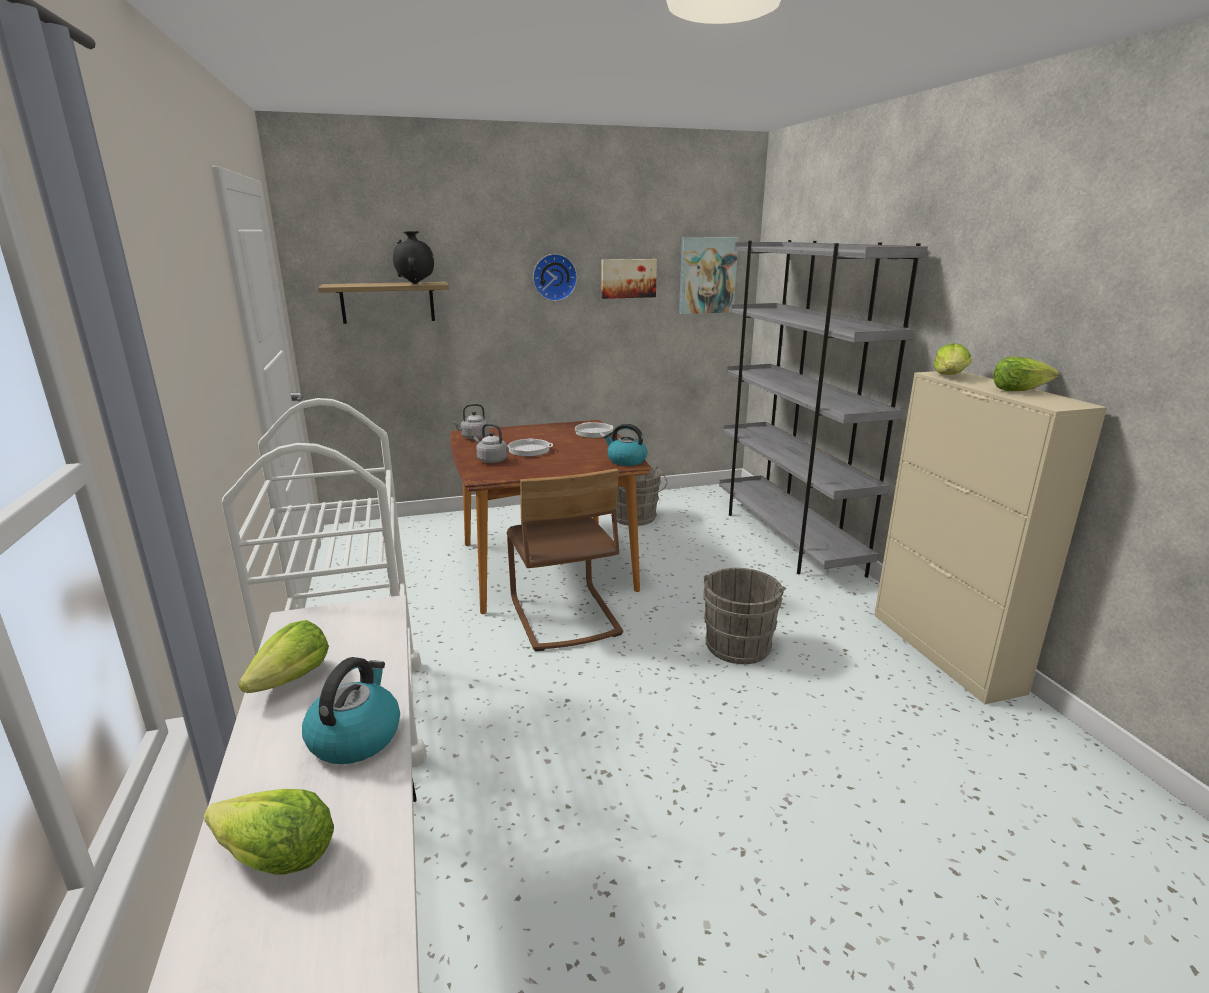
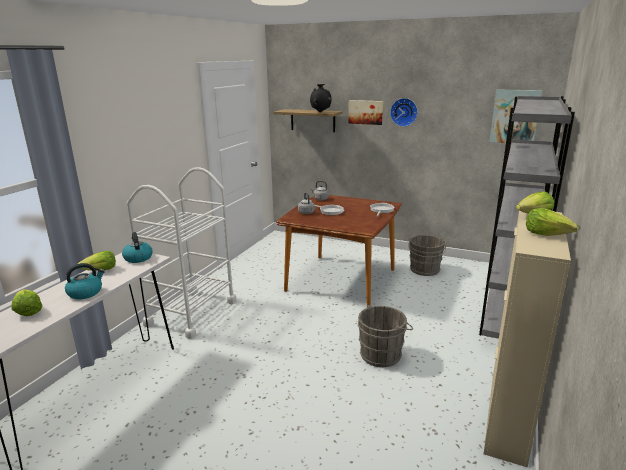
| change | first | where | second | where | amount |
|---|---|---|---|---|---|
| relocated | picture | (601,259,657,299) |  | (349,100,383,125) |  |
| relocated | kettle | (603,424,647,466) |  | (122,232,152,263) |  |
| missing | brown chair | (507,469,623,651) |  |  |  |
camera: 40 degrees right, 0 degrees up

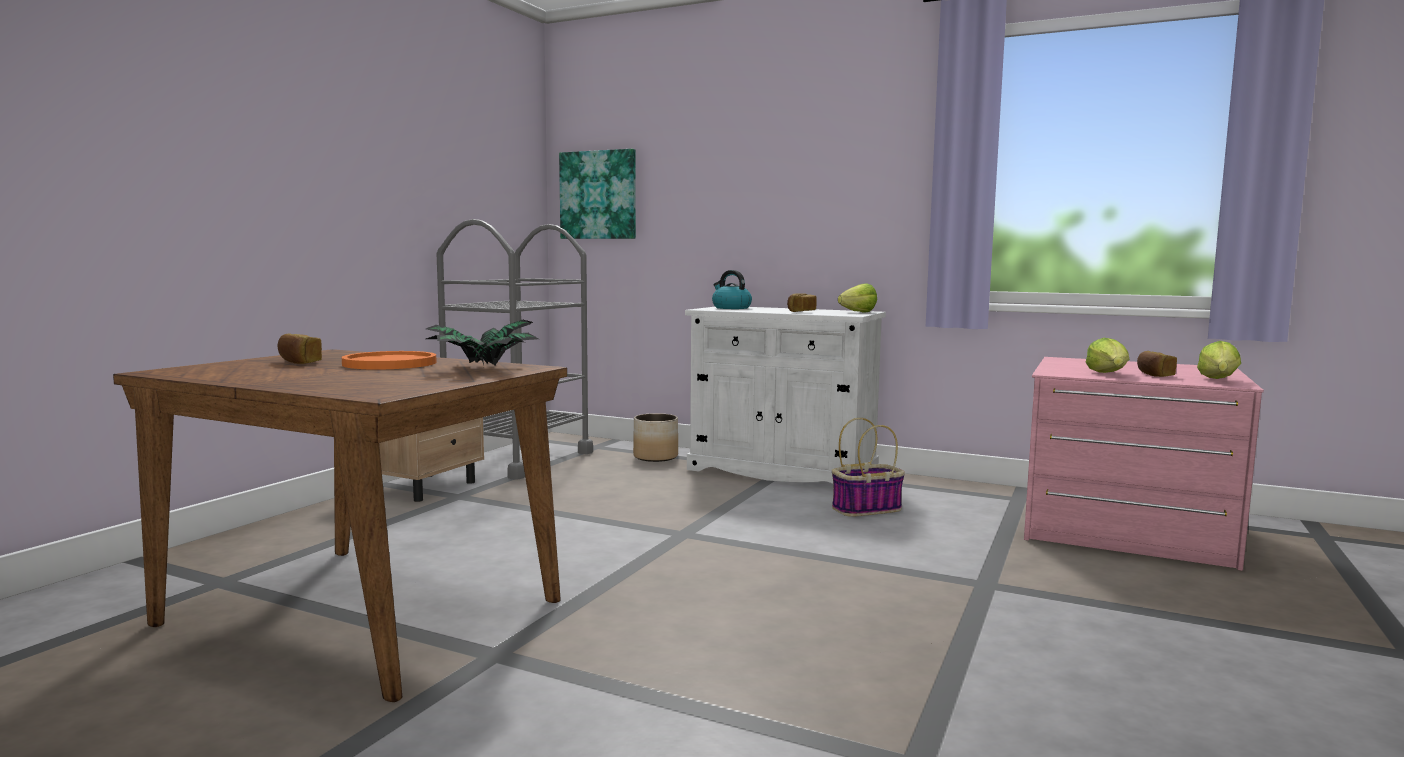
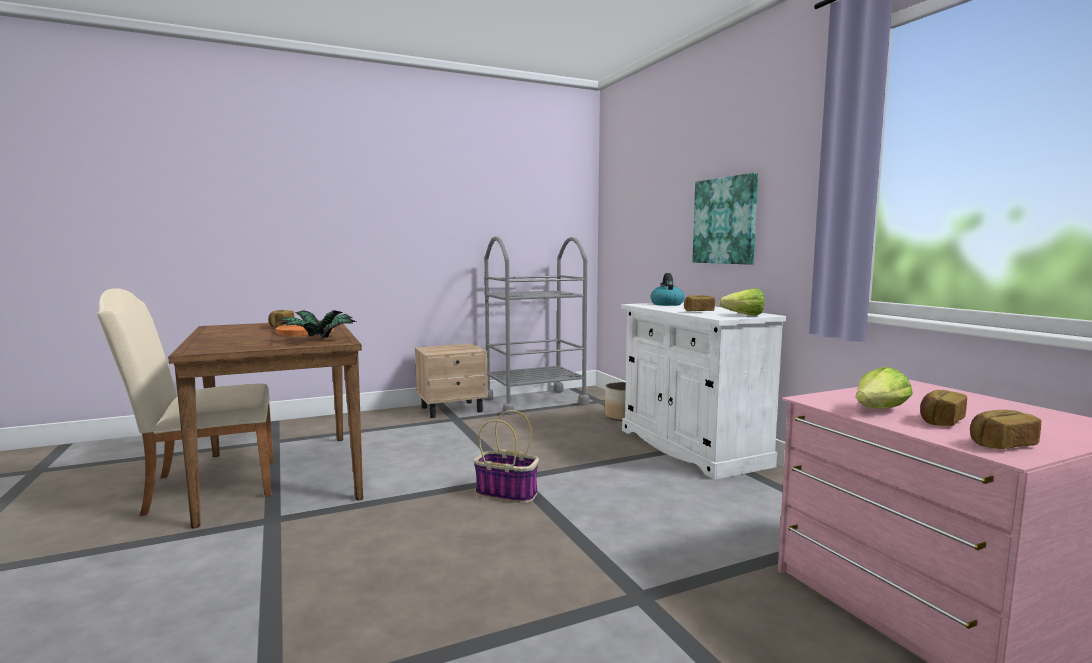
| change | first | where | second | where | amount |
|---|---|---|---|---|---|
| relocated | picture | (559,149,636,239) |  | (692,173,758,265) |  |
| exchanged | lettuce | (1197,341,1241,379) | bread | (970,410,1041,449) |  |
| relocated | basket | (832,418,905,517) |  | (474,410,539,503) |  |
| appeared |  |  | beige chair | (97,288,274,516) |  |
camera: 40 degrees right, 0 degrees up

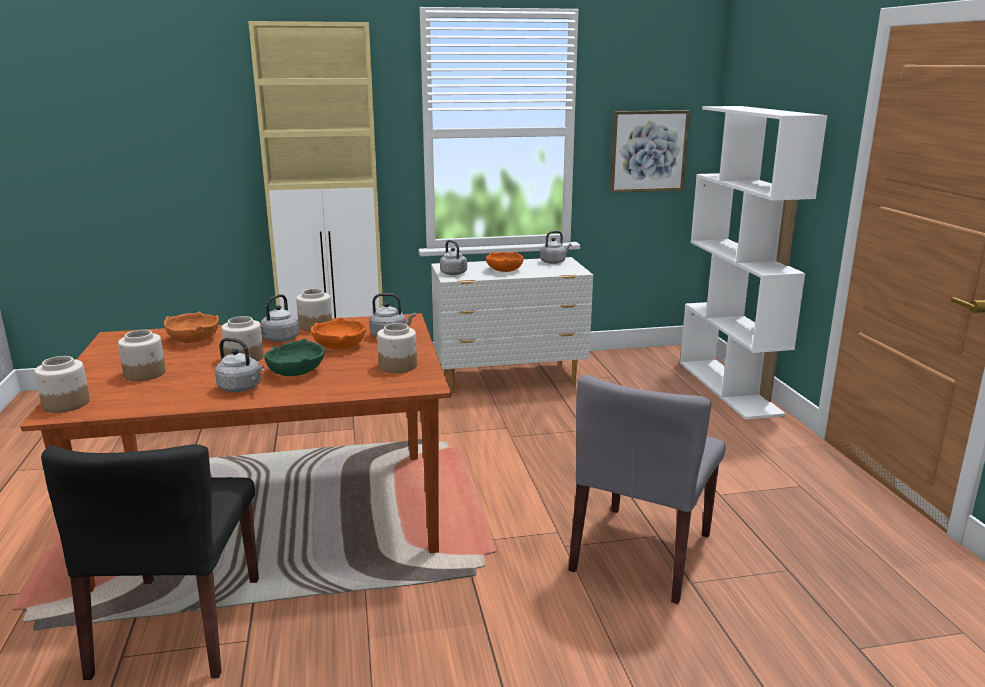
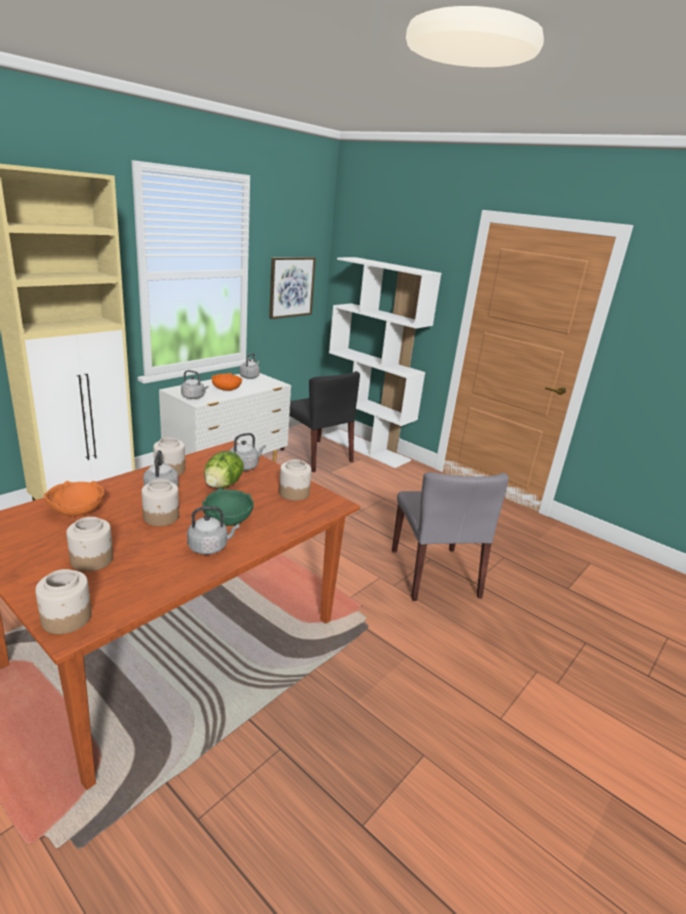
| change | first | where | second | where | amount |
|---|---|---|---|---|---|
| exchanged | orange bowl | (311,317,366,350) | lettuce | (204,451,244,488) |  |
| relocated | black chair | (41,444,259,680) |  | (280,371,360,472) |  |
camera: 40 degrees left, 5 degrees up

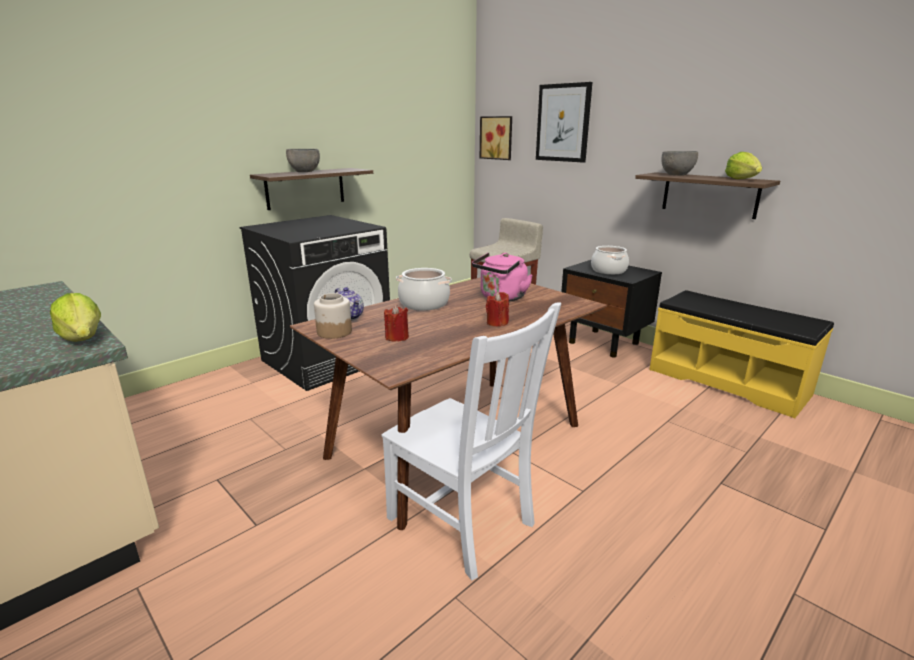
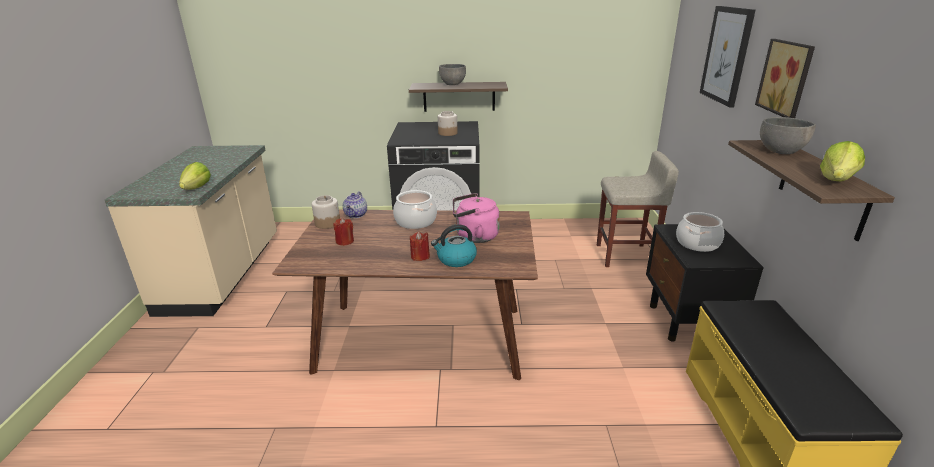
| change | first | where | second | where | amount |
|---|---|---|---|---|---|
| relocated | picture | (480,116,512,160) |  | (755,39,815,118) |  |
| missing | white chair | (382,302,561,580) |  |  |  |
| appeared |  |  | jar | (438,111,457,136) |  |
| appeared |  |  | kettle | (431,224,477,267) |  |
camera: 45 degrees right, 5 degrees up

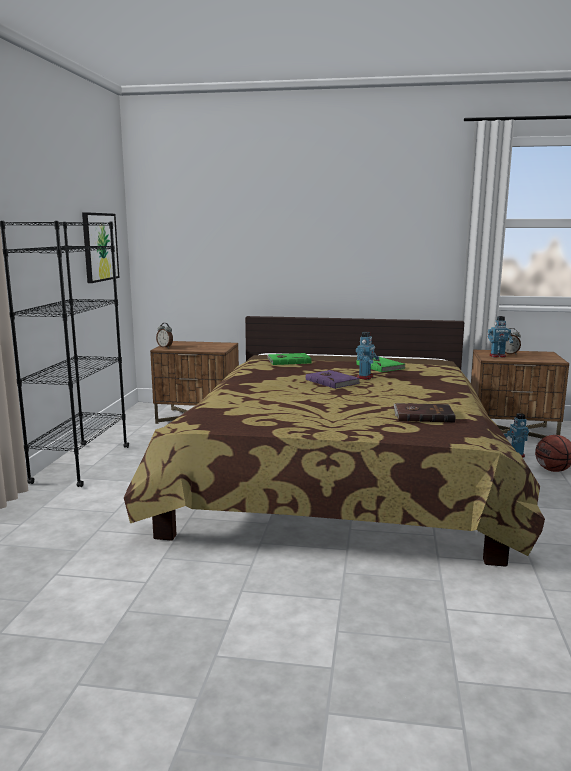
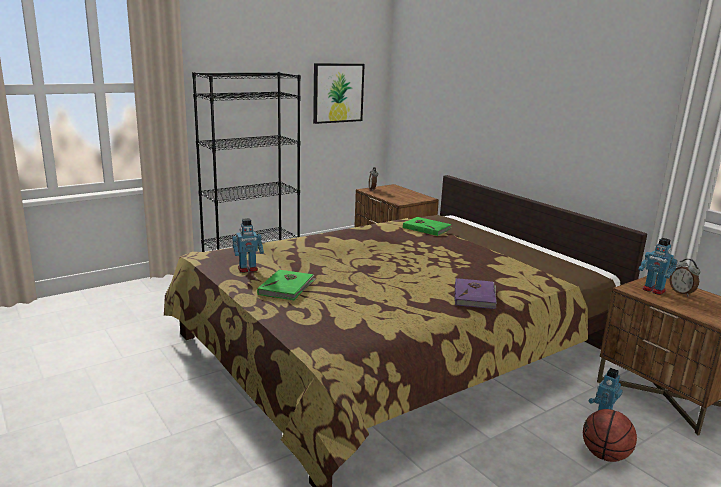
| change | first | where | second | where | amount |
|---|---|---|---|---|---|
| relocated | toy robot | (356,332,379,380) |  | (232,218,264,273) |  |
| relocated | green book | (356,357,406,372) |  | (257,269,316,300) |  |
| relocated | purple book | (306,370,360,389) |  | (455,278,497,309) |  |
| missing | brown book | (394,403,455,423) |  |  |  |
camera: 45 degrees right, 5 degrees up

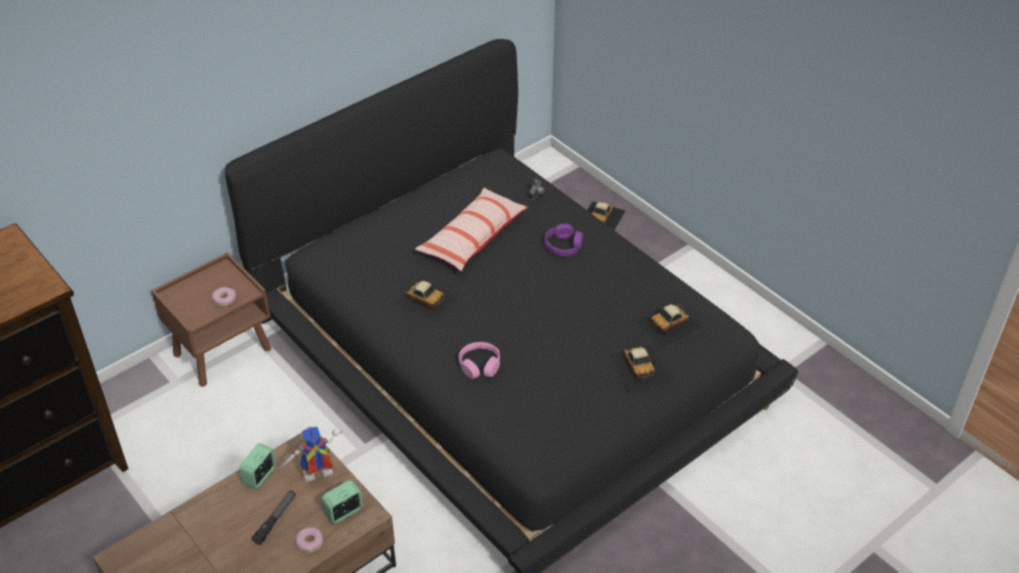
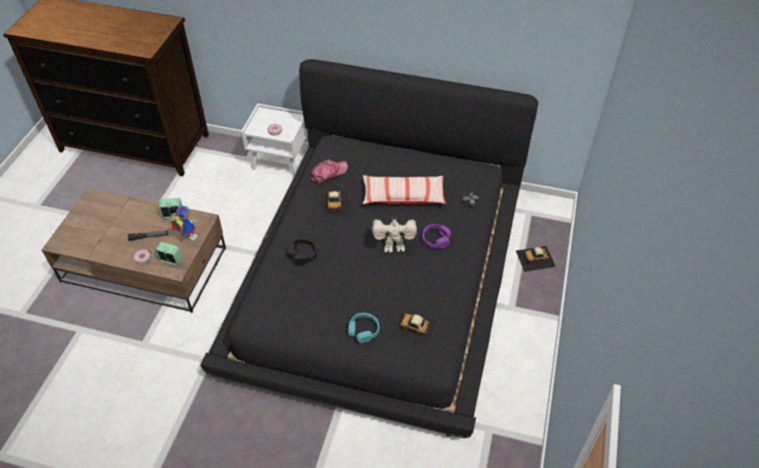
| change | first | where | second | where | amount |
|---|---|---|---|---|---|
| colour | brown nightstand | (151,252,271,387) | white nightstand | (241,103,308,176) |  |
| colour | pink headphones | (459,342,500,379) | black headphones | (287,238,317,265) |  |
| exchanged | toy car | (609,344,671,392) | turquoise headphones | (348,313,379,343) |  |
| appeared |  |  | cap | (310,159,348,183) |  |
| appeared |  |  | toy robot | (372,217,417,253) |  |
camera: 55 degrees right, 5 degrees up

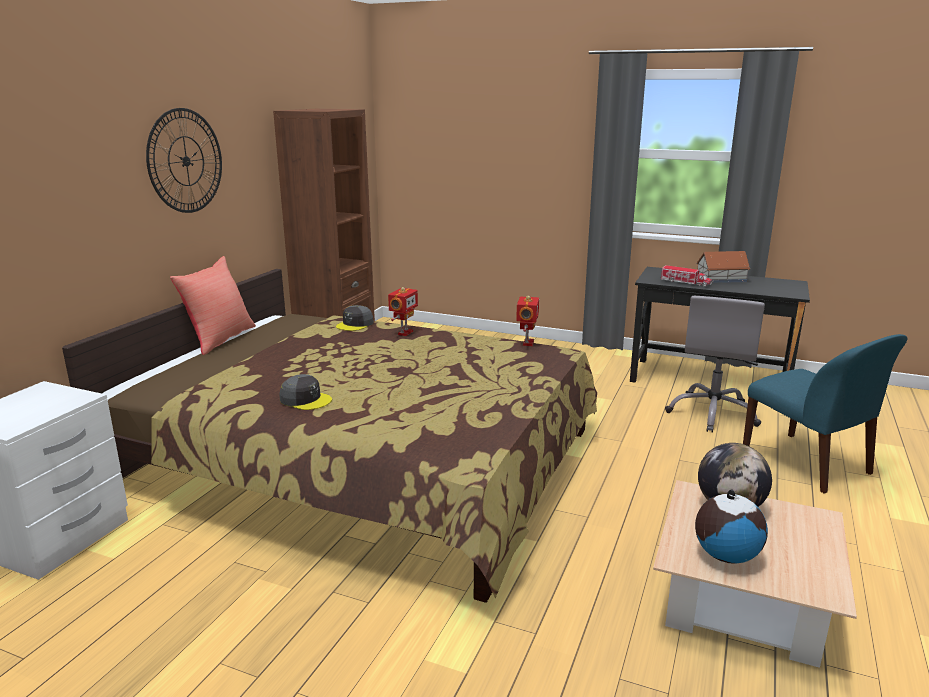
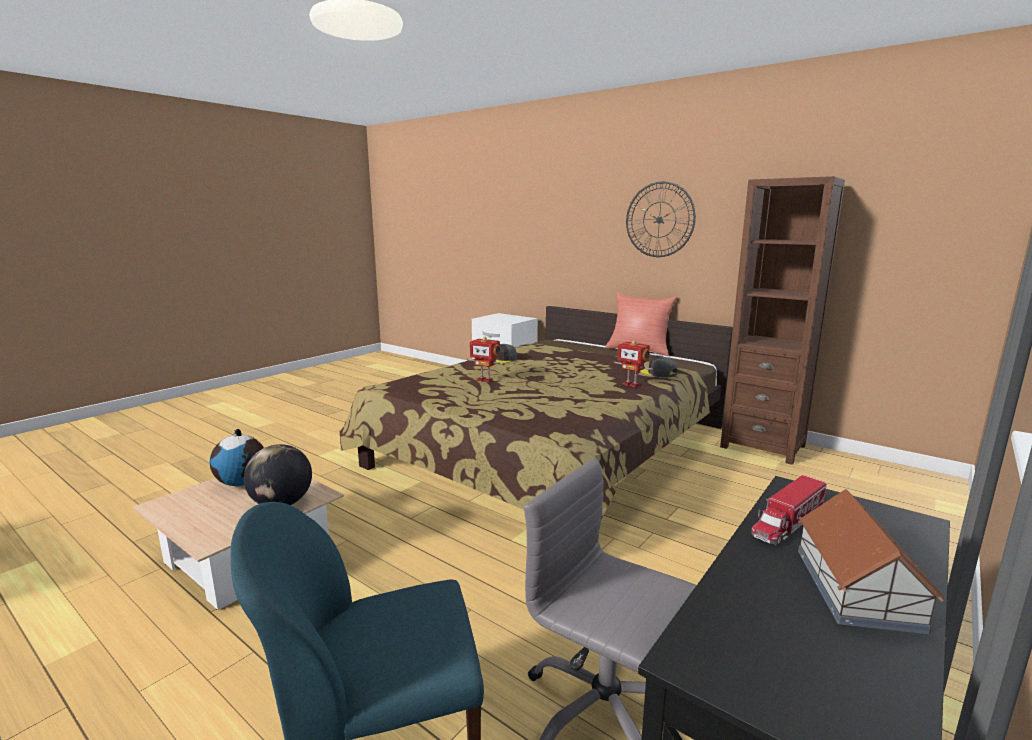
| change | first | where | second | where | amount |
|---|---|---|---|---|---|
| relocated | toy robot | (516,296,539,346) |  | (467,337,504,382) |  |
camera: 105 degrees right, 5 degrees down

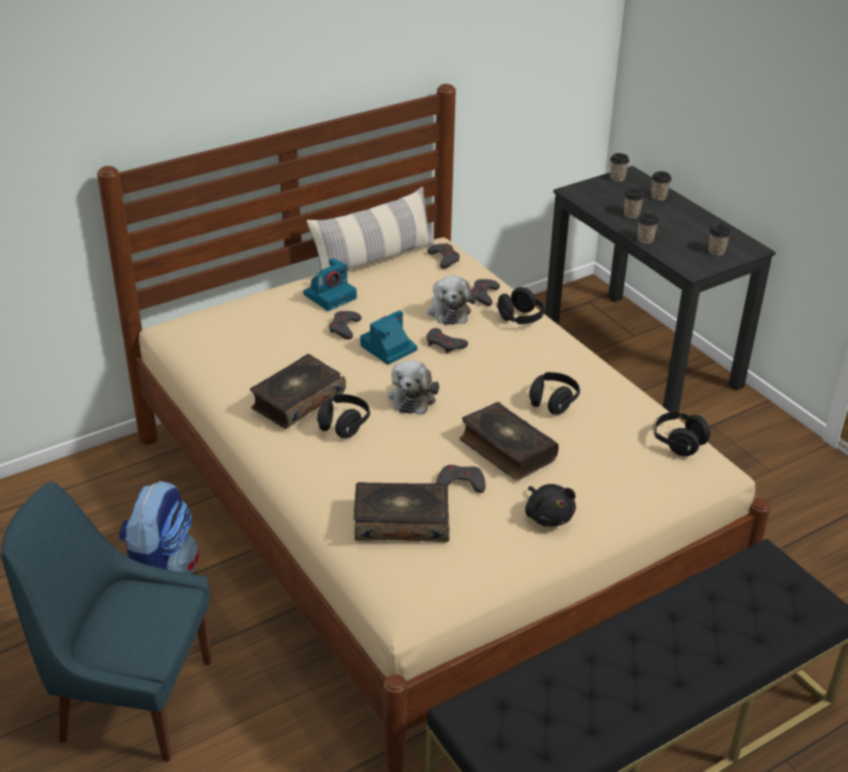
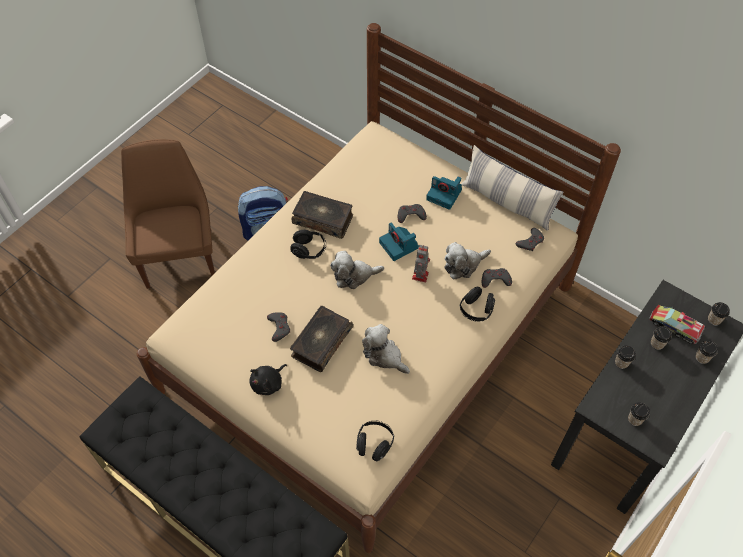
| change | first | where | second | where | amount |
|---|---|---|---|---|---|
| spun | photo camera | (360,310,417,365) |  | (379,223,419,261) | 150 degrees counterclockwise |
| exchanged | grey game controller | (426,328,468,354) | toy robot | (412,245,430,282) |  |
| exchanged | black headphones | (529,372,580,415) | plush toy | (362,324,410,374) |  |
| colour | blue chair | (1,481,211,762) | brown chair | (121,139,215,289) |  |
| missing | book | (354,482,449,542) |  |  |  |
| appeared |  |  | toy truck | (649,305,705,345) |  |
camera: 70 degrees right, 20 degrees up

